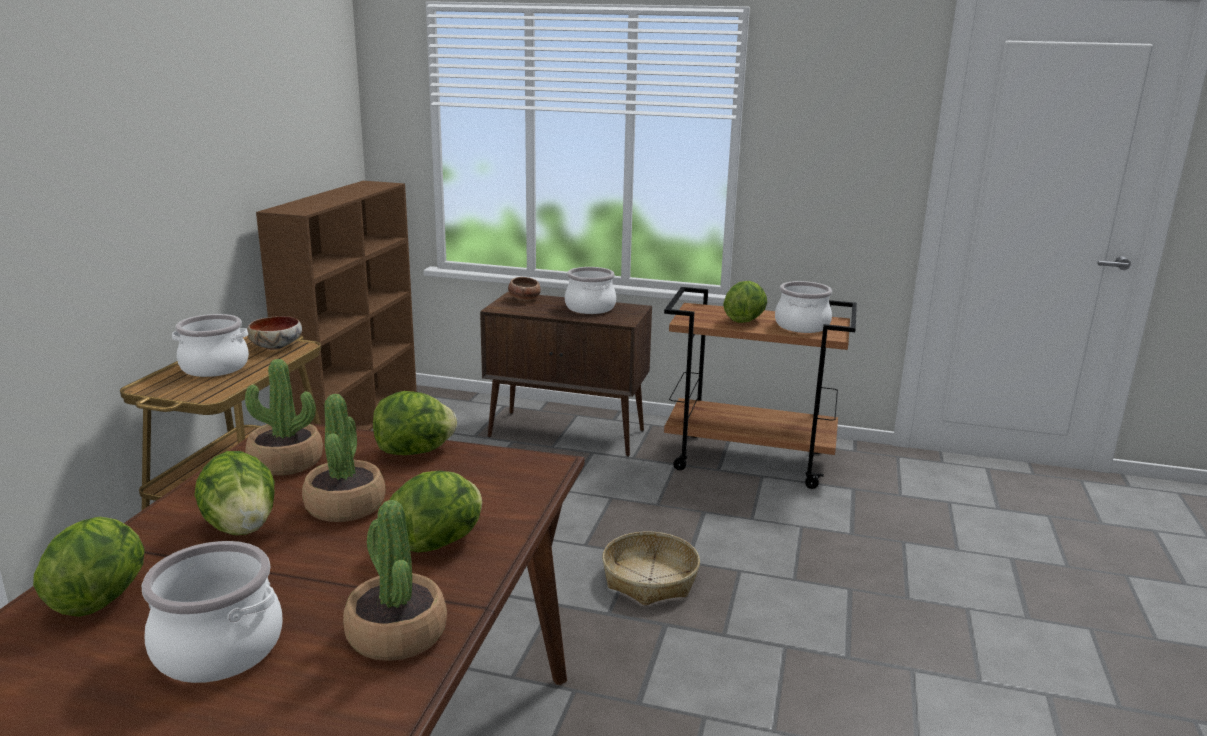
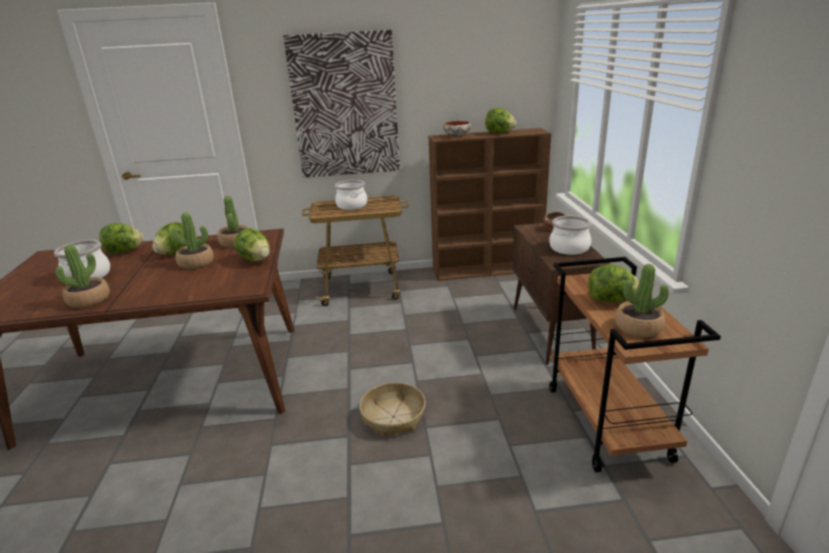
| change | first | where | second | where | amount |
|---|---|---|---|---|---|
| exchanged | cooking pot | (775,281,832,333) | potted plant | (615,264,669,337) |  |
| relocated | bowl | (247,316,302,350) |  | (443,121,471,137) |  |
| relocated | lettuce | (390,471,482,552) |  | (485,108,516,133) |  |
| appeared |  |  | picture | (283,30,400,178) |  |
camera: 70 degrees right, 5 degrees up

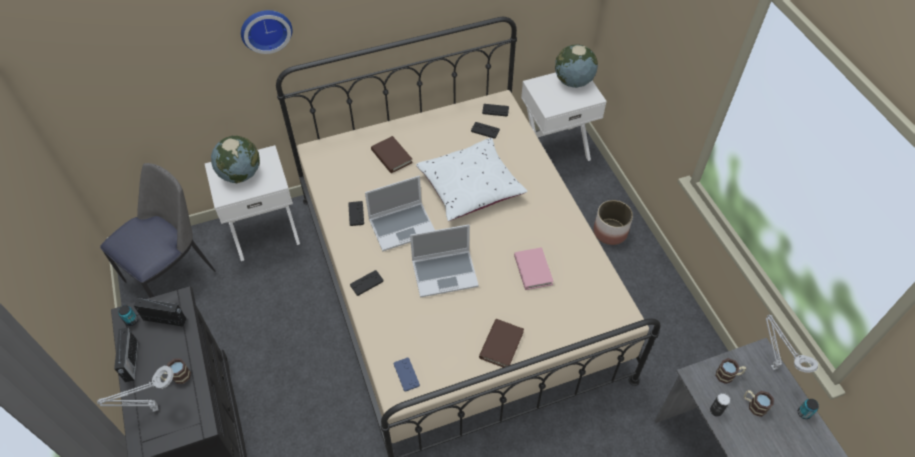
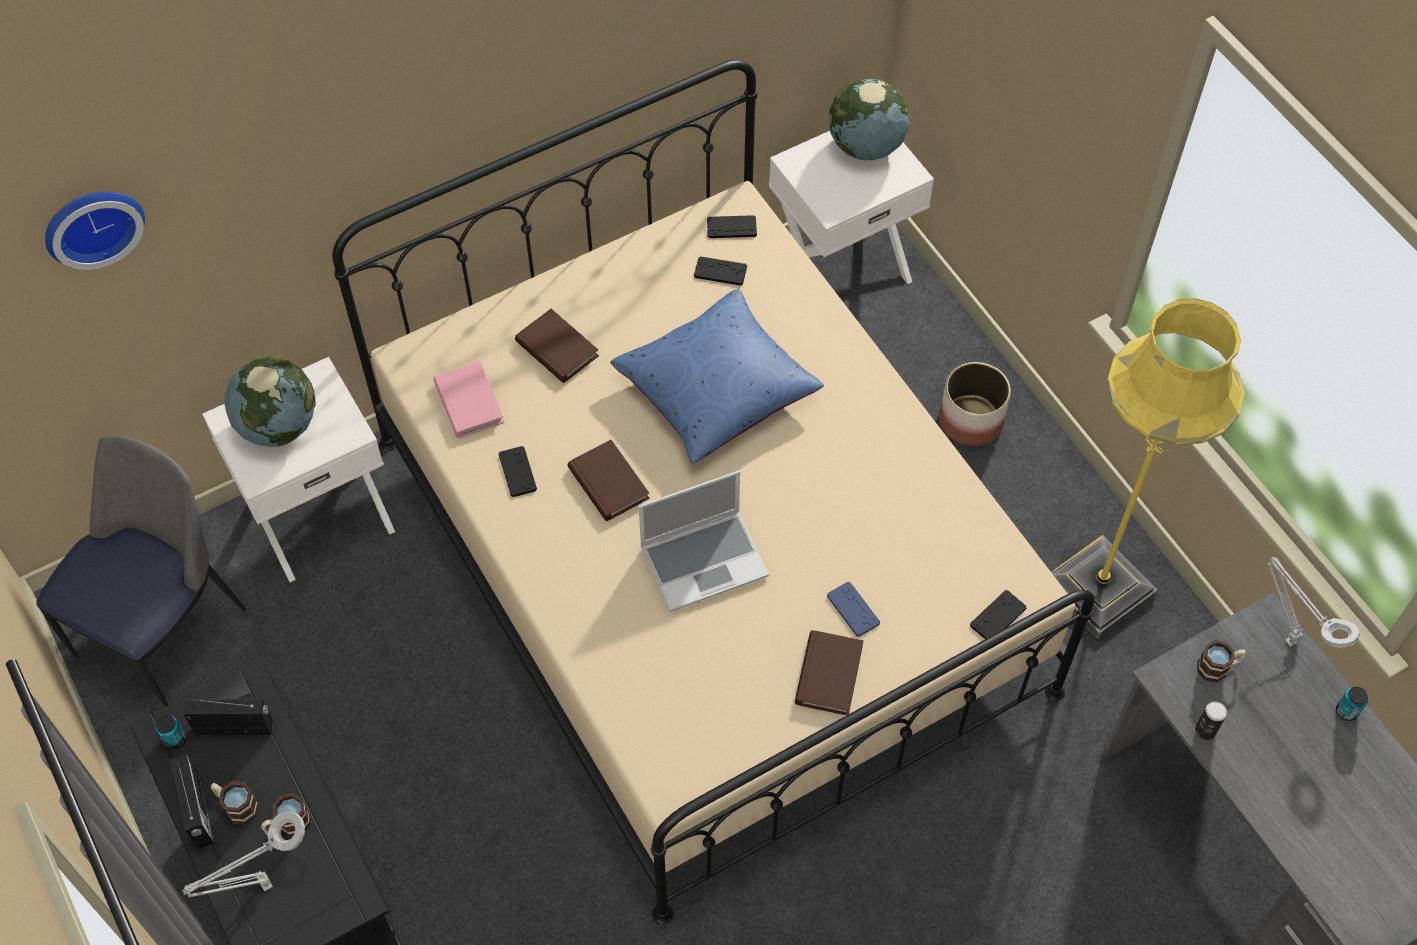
| change | first | where | second | where | amount |
|---|---|---|---|---|---|
| relocated | wall clock | (241,10,293,54) |  | (45,192,145,270) |  |
| colour | white pillow | (416,138,528,221) | blue pillow | (610,289,824,464) |  |
| exchanged | laptop | (365,176,435,251) | brown book | (568,440,649,521) |  |
| relocated | pink book | (514,247,554,290) |  | (434,361,504,438) |  |
| relocated | black game controller | (350,270,384,296) |  | (970,590,1026,639) |  |
| relocated | blue game controller | (393,357,420,392) |  | (827,582,880,637) |  |
| relocated | mug | (744,390,774,417) |  | (211,781,259,824) |  |
| appeared |  |  | yellow floor lamp | (1051,298,1245,639) |  |
camera: 10 degrees left, 5 degrees up

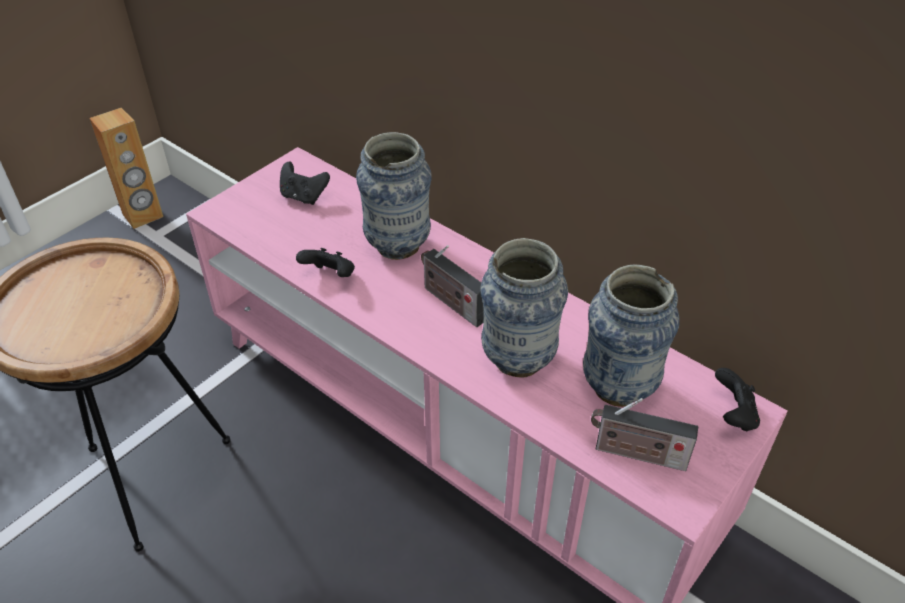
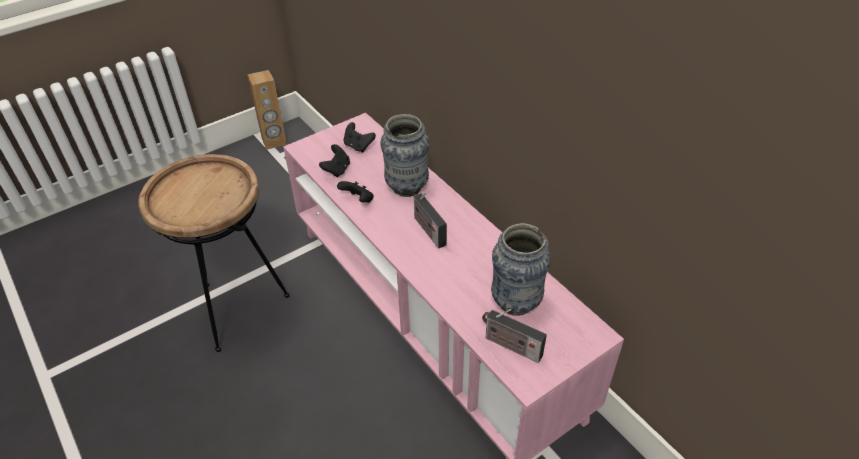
| change | first | where | second | where | amount |
|---|---|---|---|---|---|
| missing | vase | (480,238,568,378) |  |  |  |
| relocated | black game controller | (715,368,760,432) |  | (319,144,350,178) |  |
camera: 15 degrees right, 0 degrees up

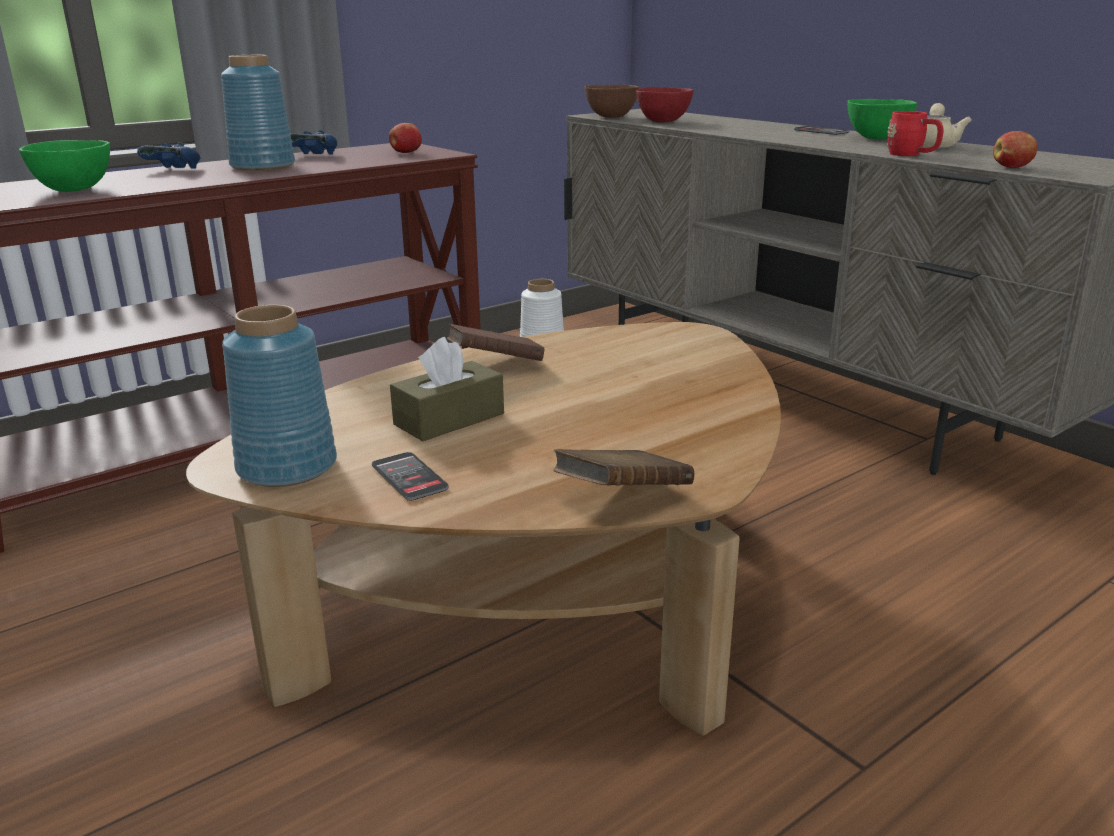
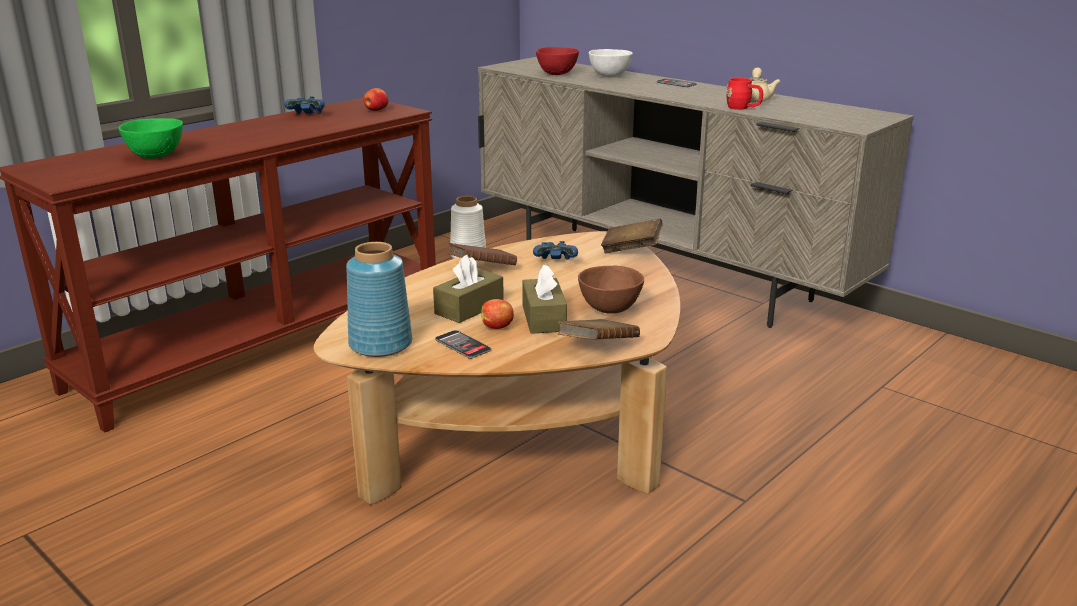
| change | first | where | second | where | amount |
|---|---|---|---|---|---|
| missing | blue vase | (221,55,295,171) |  |  |  |
| relocated | brown bowl | (584,85,639,118) |  | (578,266,644,314) |  |
| missing | green bowl | (847,99,917,139) |  |  |  |
| relocated | apple | (993,131,1038,168) |  | (481,299,514,329) |  |
| relocated | blue game controller | (137,142,200,169) |  | (533,241,578,259) |  |
| appeared |  |  | white bowl | (589,49,633,77) |  |
| appeared |  |  | brown book | (601,219,663,253) |  |
| appeared |  |  | brown tissue box | (522,265,567,334) |  |
camera: 10 degrees left, 0 degrees up

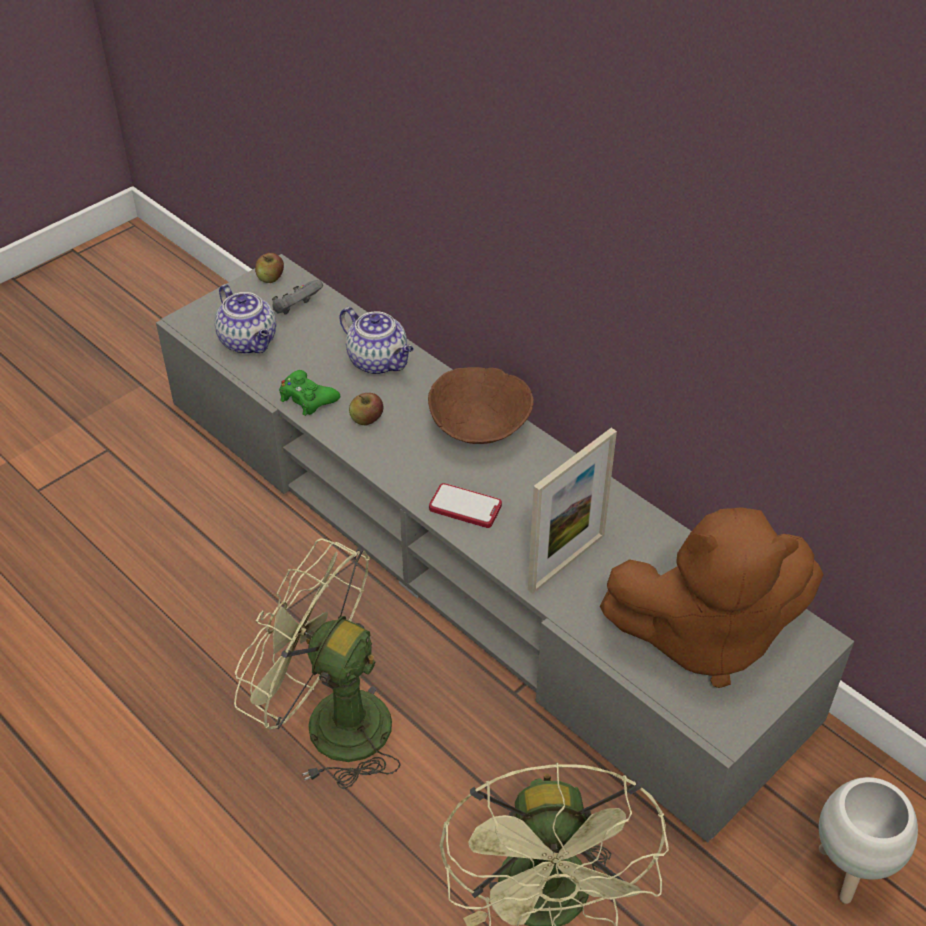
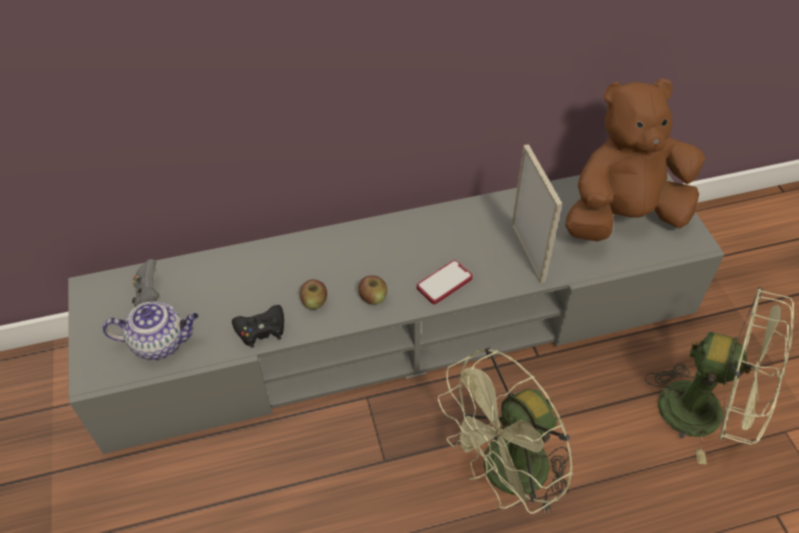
| change | first | where | second | where | amount |
|---|---|---|---|---|---|
| relocated | apple | (255,253,284,283) |  | (358,275,387,305) |  |
| missing | teapot | (339,307,414,375) |  |  |  |
| missing | brown bowl | (428,367,534,444) |  |  |  |
| colour | green game controller | (279,370,340,416) | black game controller | (232,305,284,348) |  |
| spun | brown plush toy | (600,507,824,688) |  | (565,78,705,241) | 135 degrees counterclockwise |
| missing | white planter | (819,777,918,904) |  |  |  |
camera: 60 degrees left, 5 degrees up

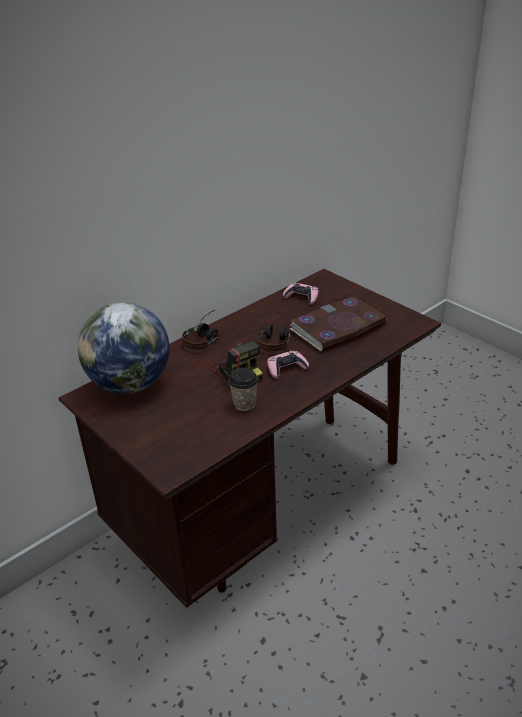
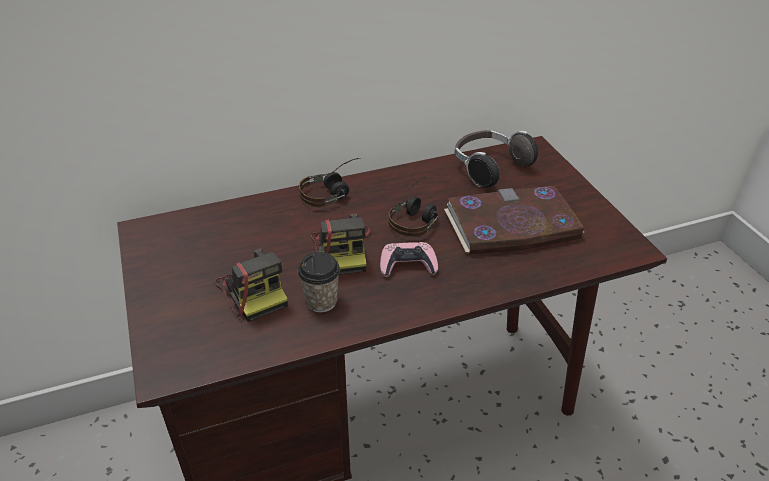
| change | first | where | second | where | amount |
|---|---|---|---|---|---|
| exchanged | pink game controller | (283,283,319,305) | headphones | (455,130,538,188) |  |
| missing | globe | (78,302,170,394) |  |  |  |
| appeared |  |  | photo camera | (215,248,288,322) |  |
camera: 20 degrees right, 5 degrees up

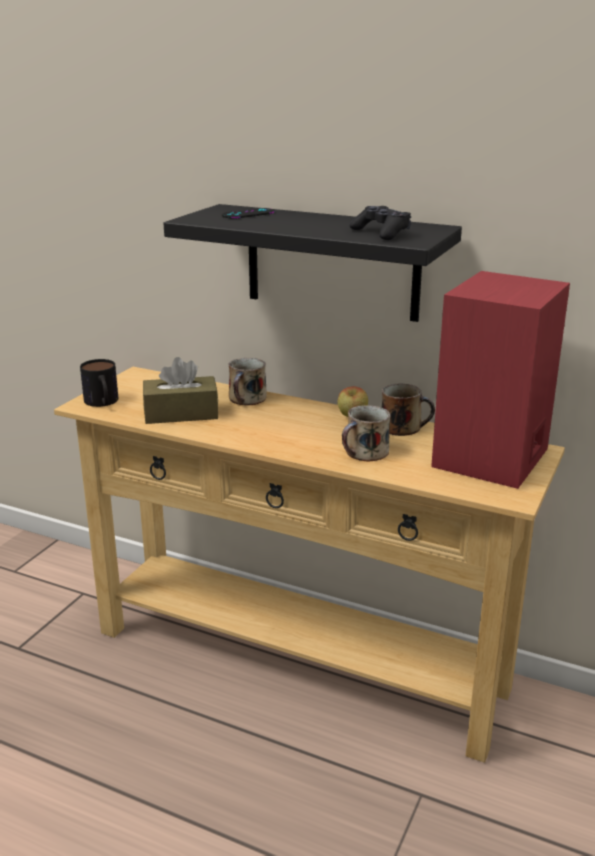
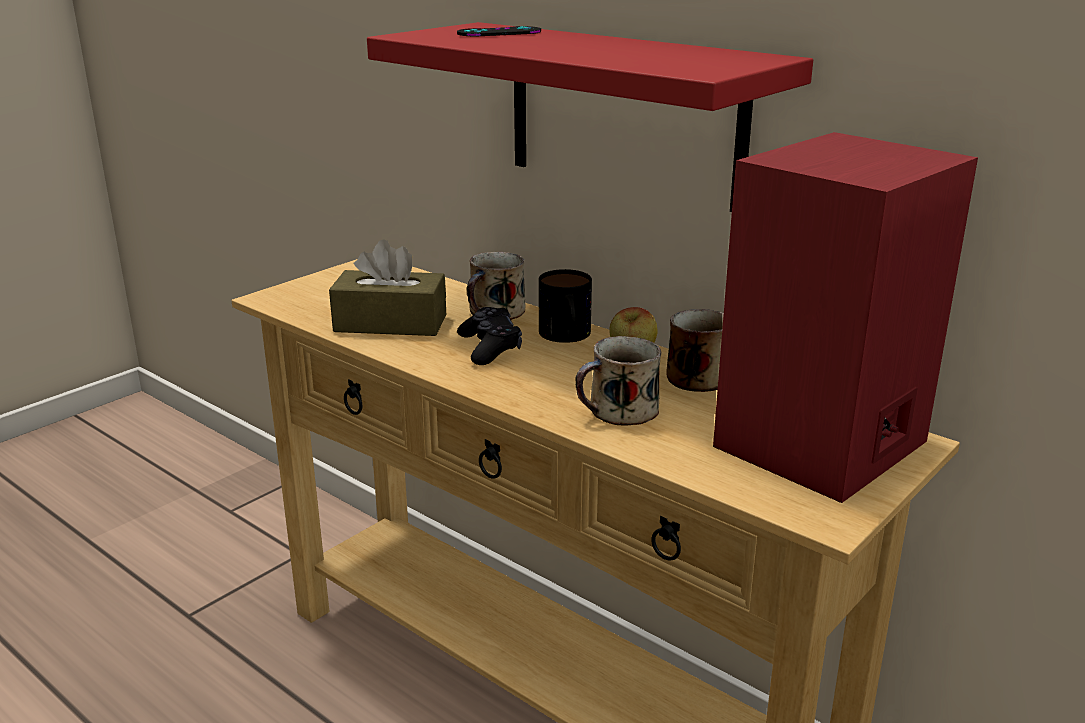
| change | first | where | second | where | amount |
|---|---|---|---|---|---|
| colour | black shelf | (163,204,462,322) | red shelf | (367,22,813,212) |  |
| relocated | black game controller | (350,206,411,240) |  | (457,307,522,365) |  |
| relocated | mug | (80,359,118,407) |  | (539,269,592,343) |  |
camera: 15 degrees right, 0 degrees up

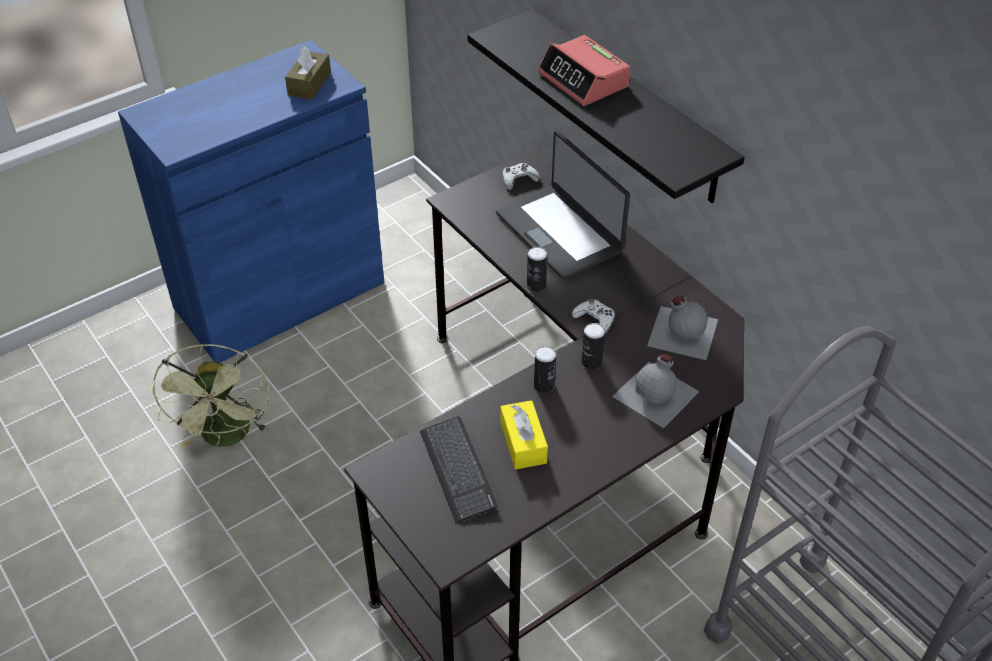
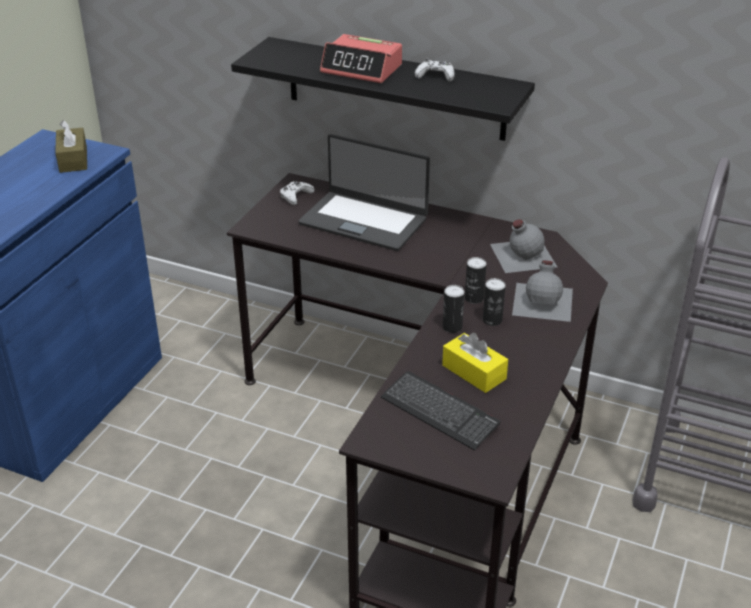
| change | first | where | second | where | amount |
|---|---|---|---|---|---|
| relocated | can | (527,247,547,292) |  | (483,278,506,326) |  |
| relocated | white game controller | (572,299,615,333) |  | (415,58,455,82) |  |
| missing | green fan | (151,344,269,448) |  |  |  |
camera: 30 degrees left, 10 degrees down

